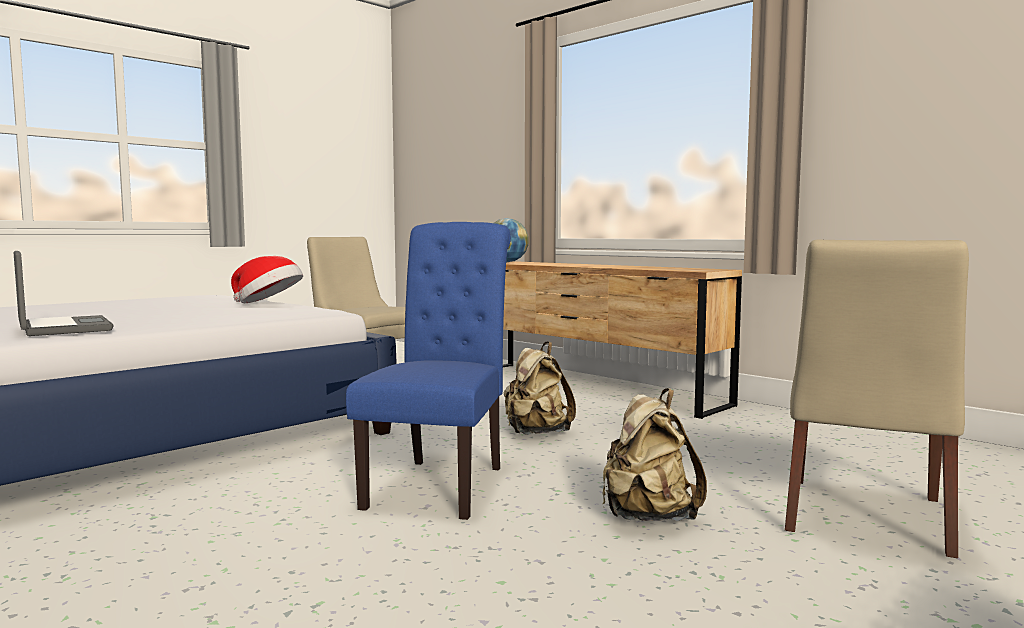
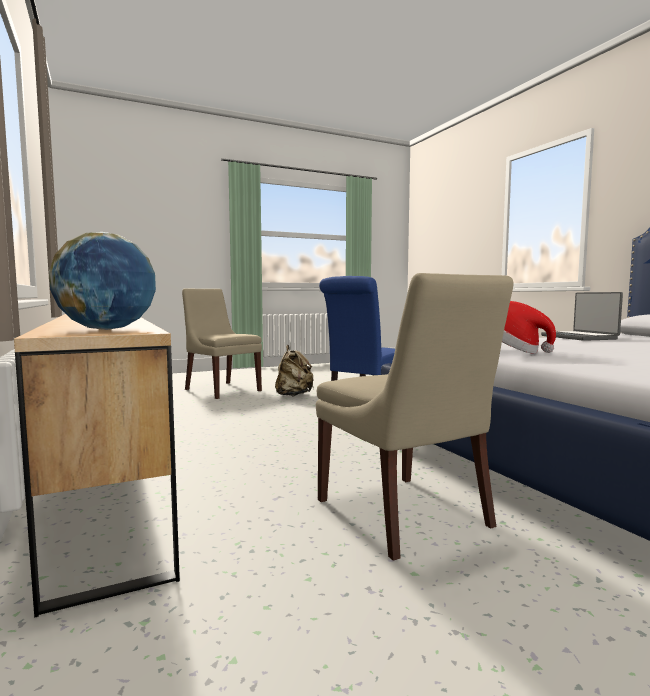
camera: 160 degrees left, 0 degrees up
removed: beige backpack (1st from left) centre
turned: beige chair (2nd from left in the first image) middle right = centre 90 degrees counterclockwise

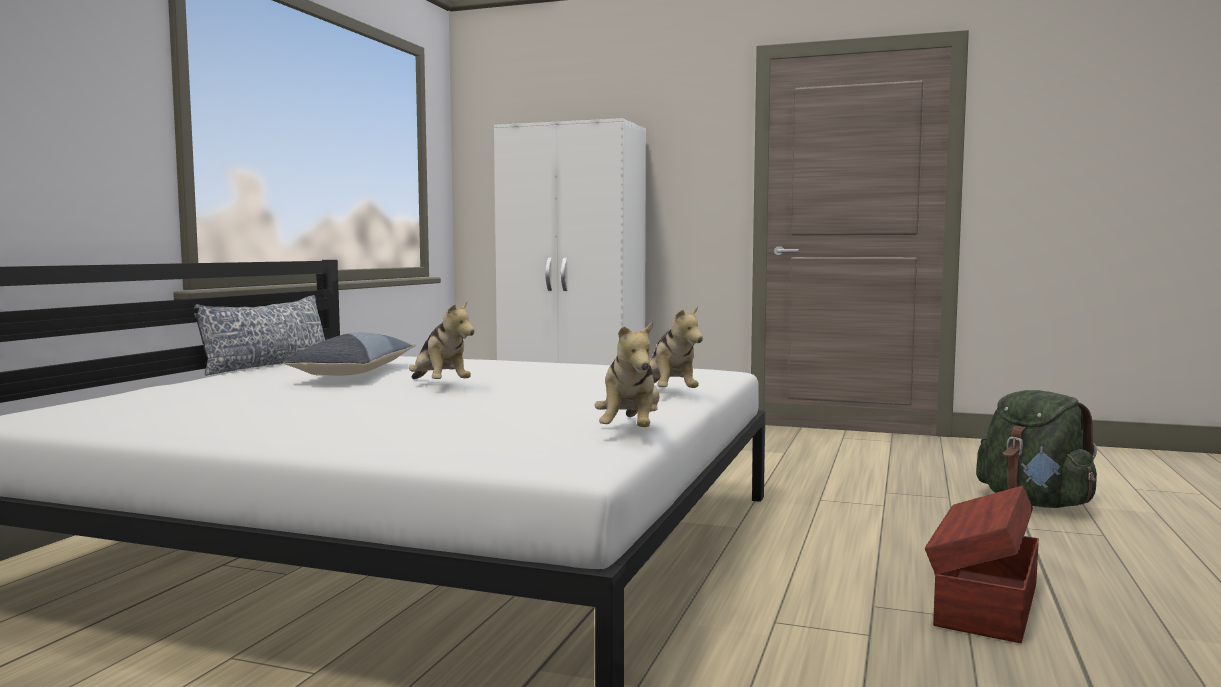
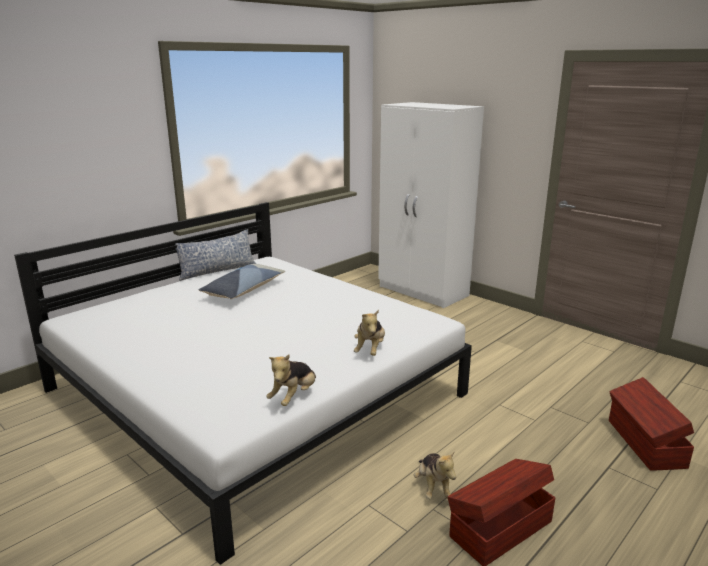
camera: 25 degrees right, 15 degrees up
moved: plush toy (1st from left in the first image) centre to plush toy (3rd from left) bottom centre
replaced: green backpack middle right to brown storage box (2nd from left) bottom right

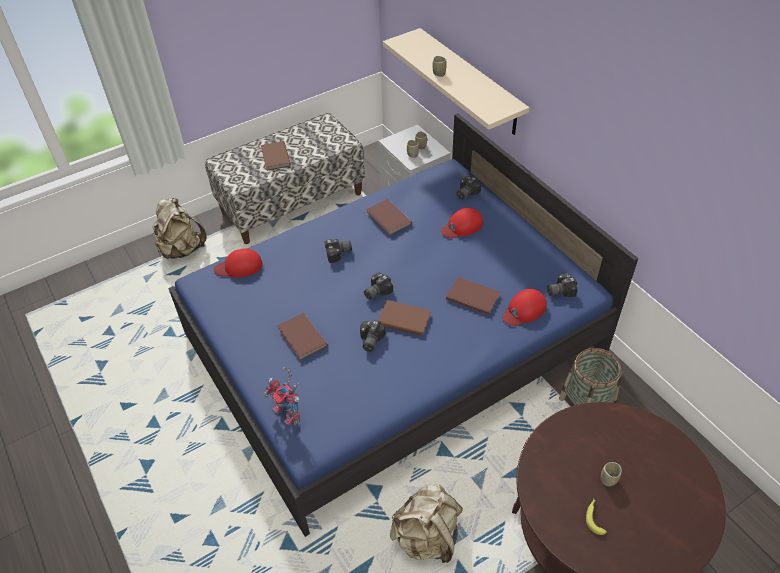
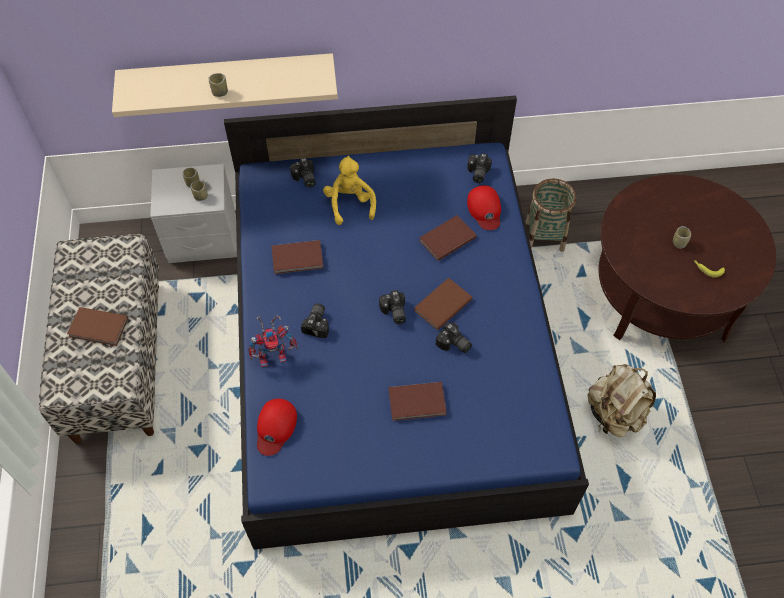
camera: 65 degrees left, 10 degrees up
removed: beige backpack (1st from left) middle left
moved: toy robot bottom centre to centre
replaced: red cap (2nd from left) centre to yellow plush toy top centre

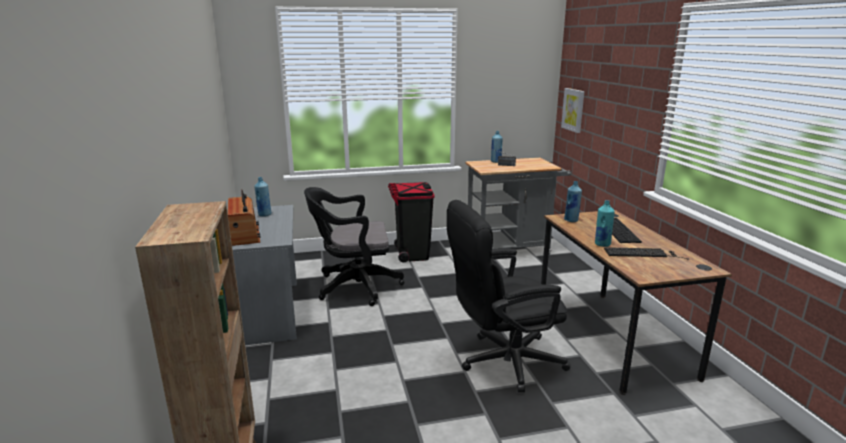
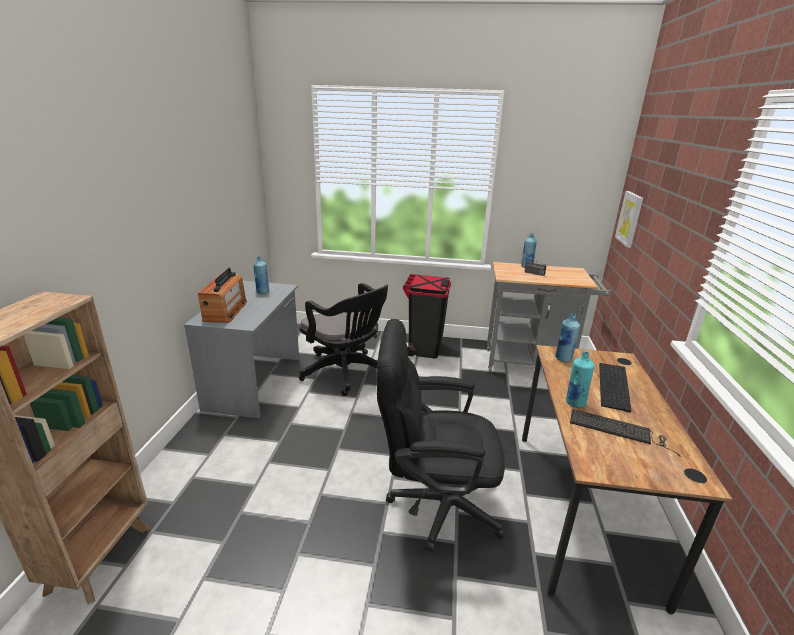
camera: 20 degrees right, 5 degrees up
turned: black office chair (1st from left) centre = centre 150 degrees counterclockwise

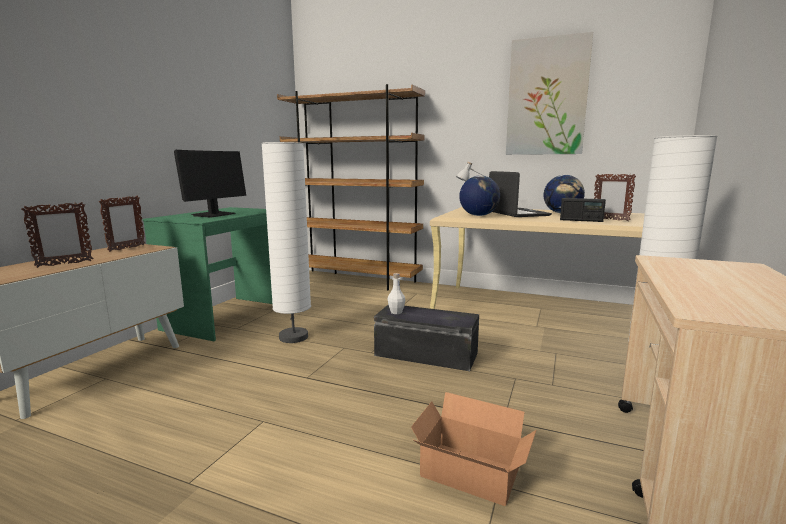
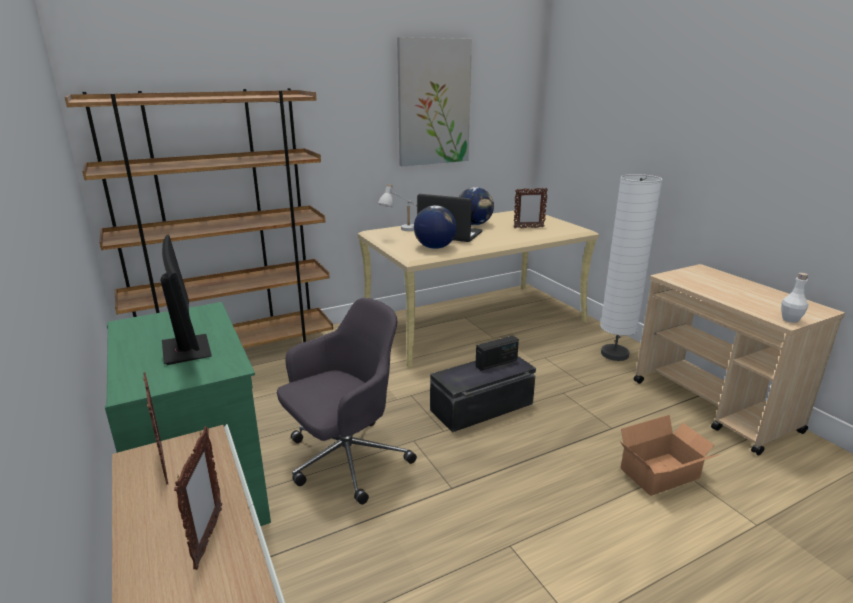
camera: 50 degrees left, 10 degrees up
moved: radio middle right to centre; white bottle centre to middle right
replaced: white floor lamp (1st from left) centre to grey office chair centre

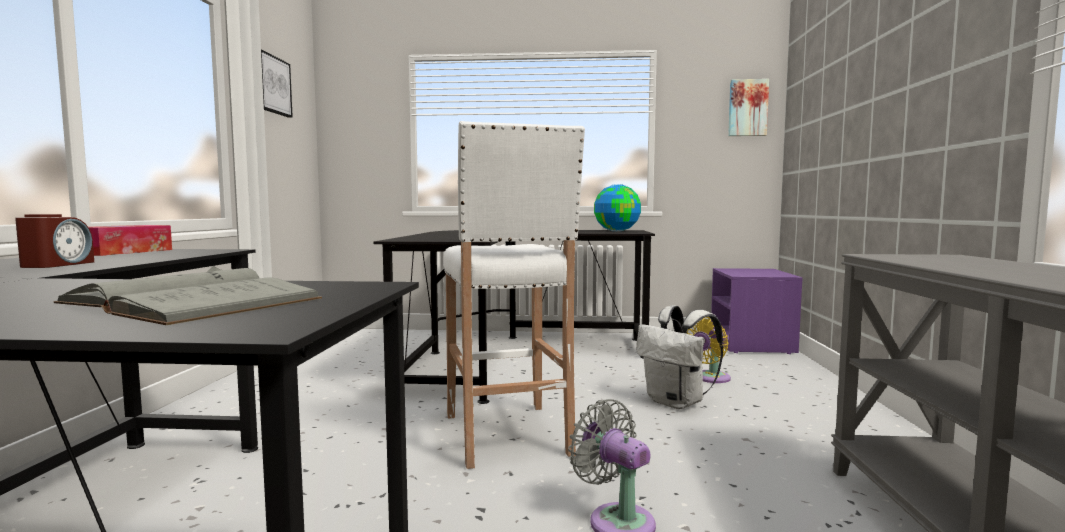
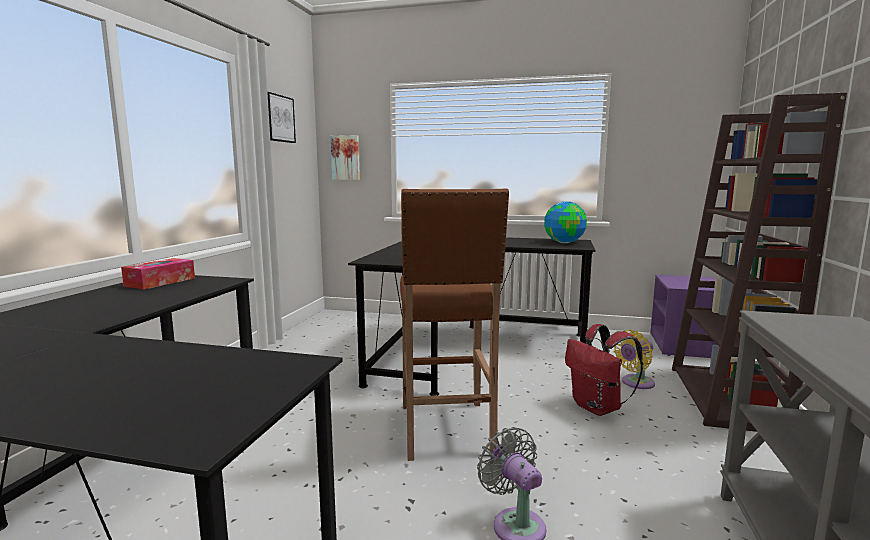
camera: 10 degrees right, 5 degrees up
removed: alarm clock middle left; grey book middle left
added: brown bookcase middle right
moved: picture (2nd from left) top right to top centre
recoloured: white stool centre to brown stool centre; white backpack bottom centre to red backpack bottom right

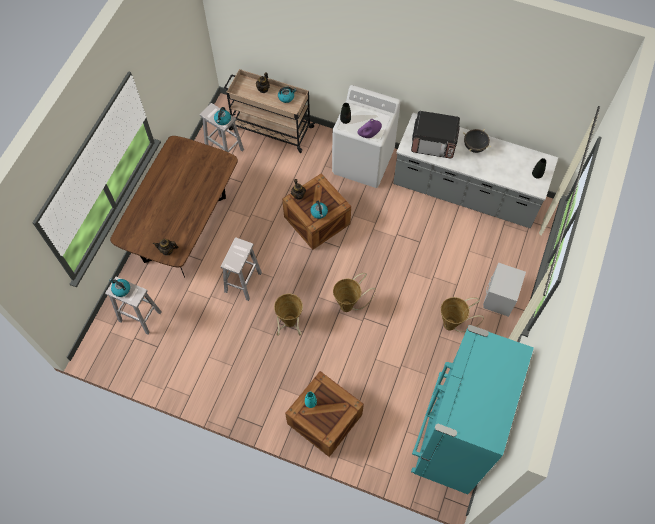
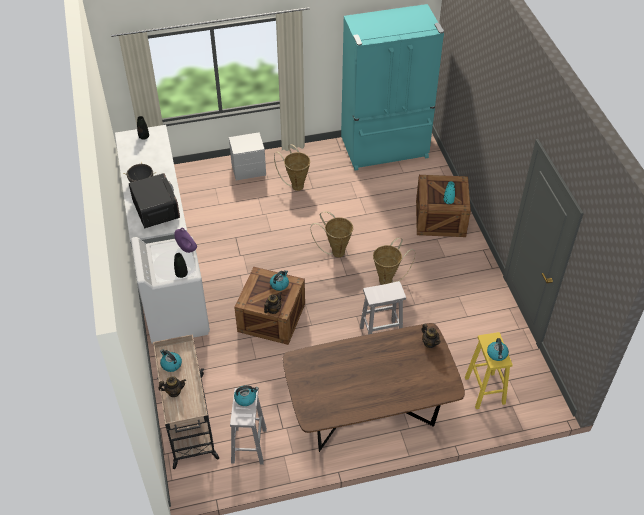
camera: 125 degrees left, 15 degrees down
recoloured: white stool (1st from left) middle left to yellow stool bottom right

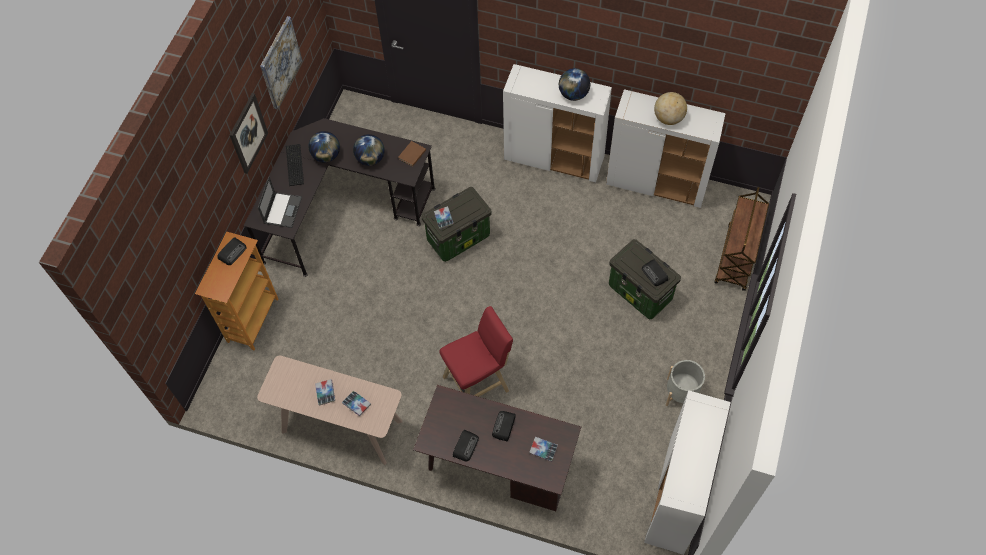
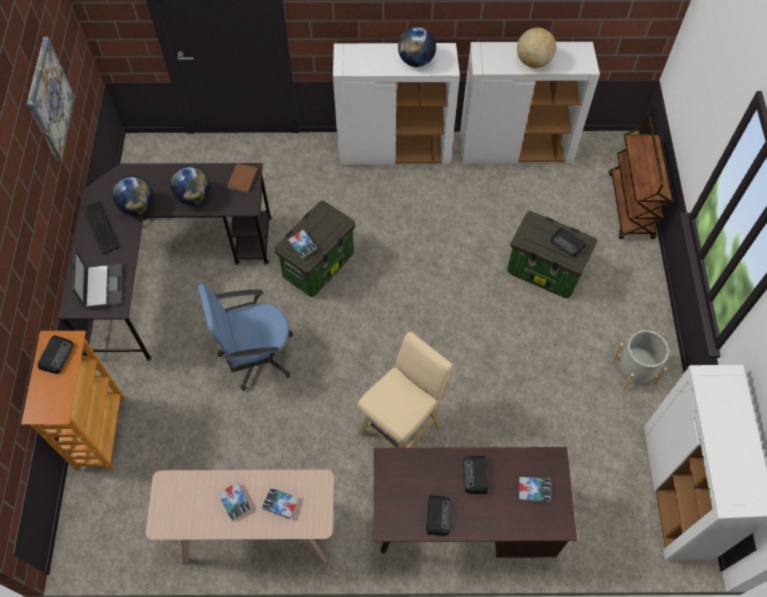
camera: 20 degrees left, 0 degrees up
removed: picture (1st from left) top left
added: blue office chair middle left
recoloured: red stool centre to beige stool centre

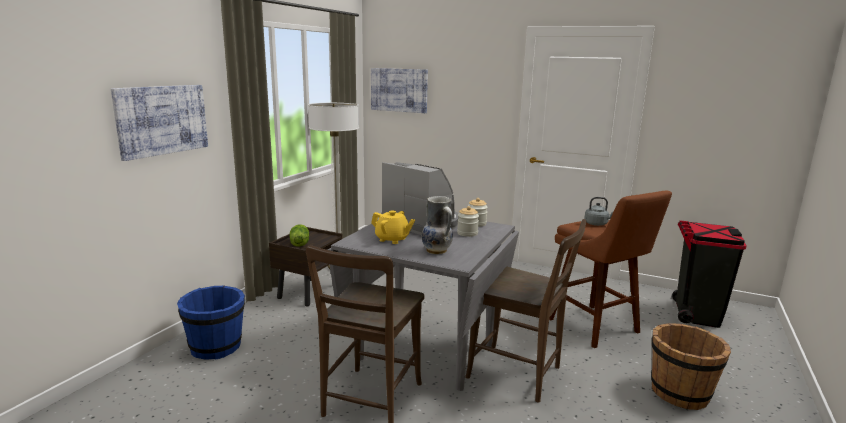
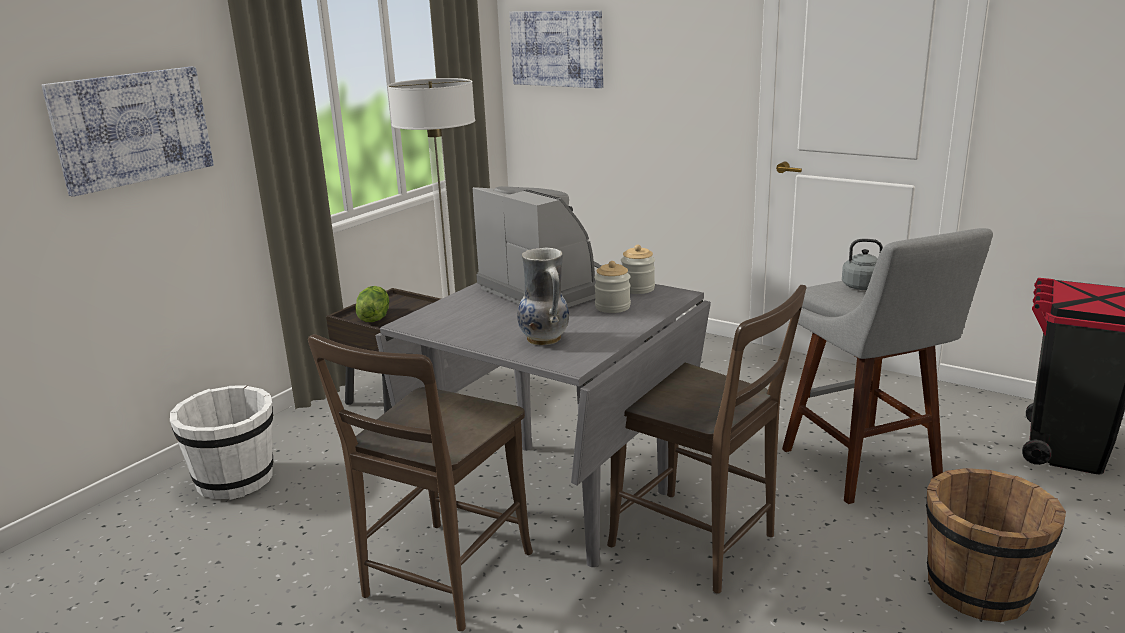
camera: 10 degrees right, 5 degrees up
removed: yellow teapot centre
recoloured: blue bucket bottom left to white bucket bottom left; brown stool middle right to grey stool middle right

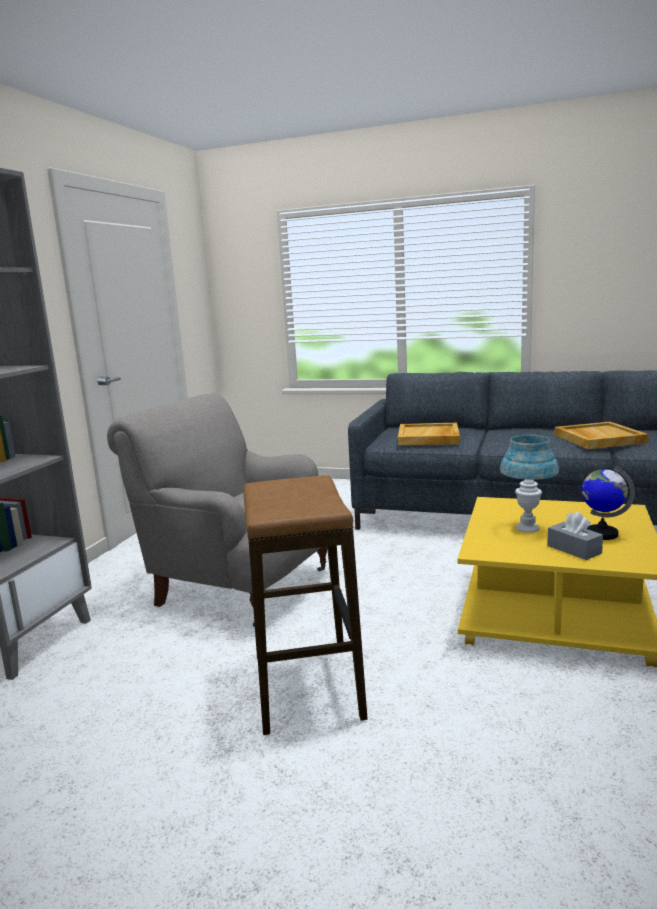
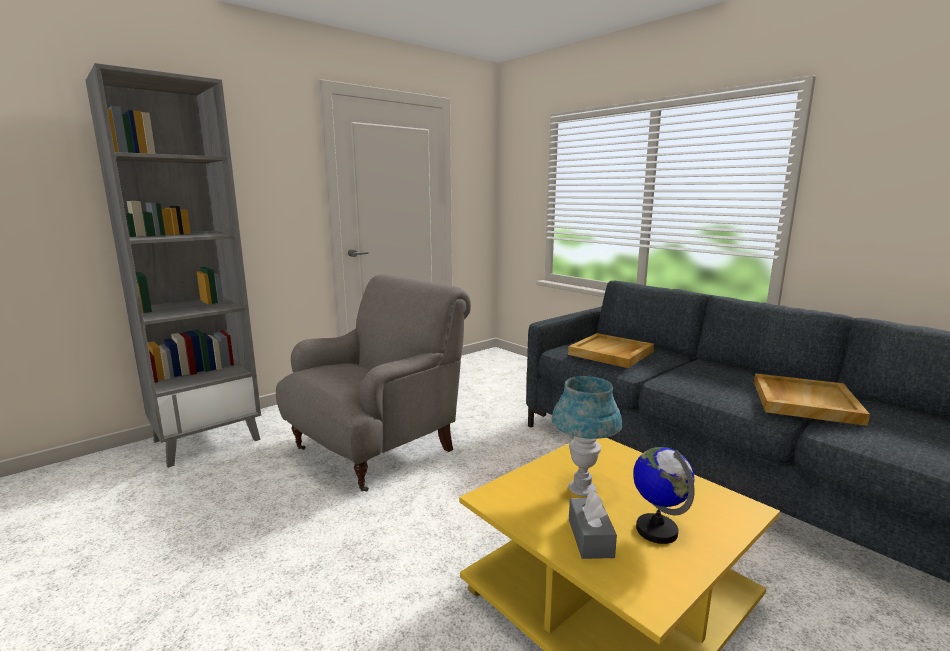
camera: 30 degrees right, 0 degrees up
removed: stool centre
turned: grey armchair middle left = centre 75 degrees clockwise

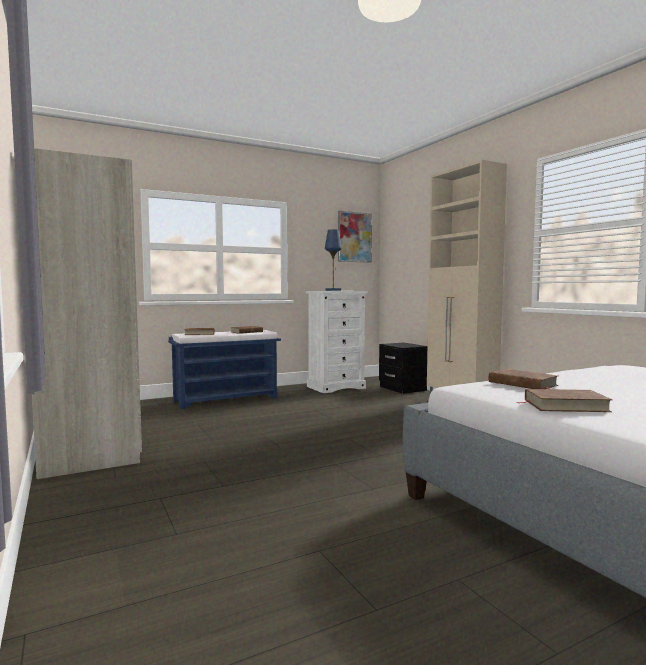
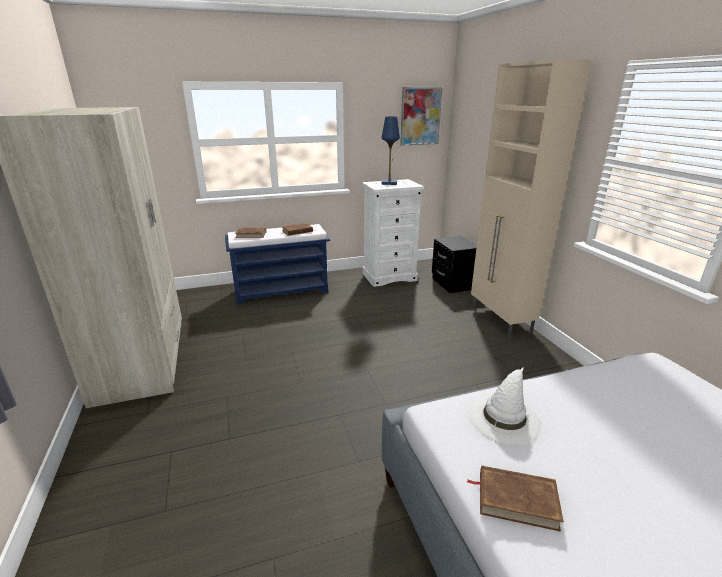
camera: 10 degrees right, 20 degrees up
replaced: brown book (3rd from left) middle right to white hat bottom right

